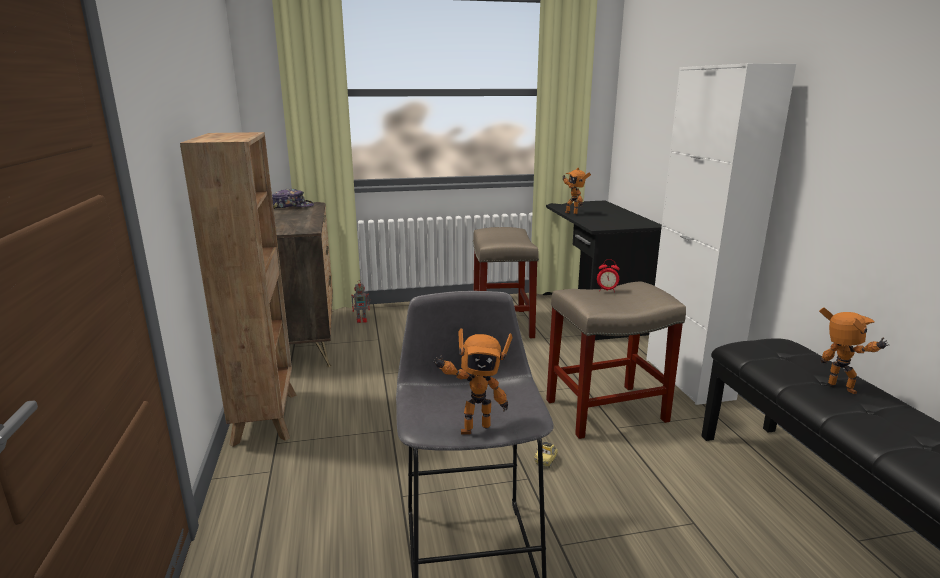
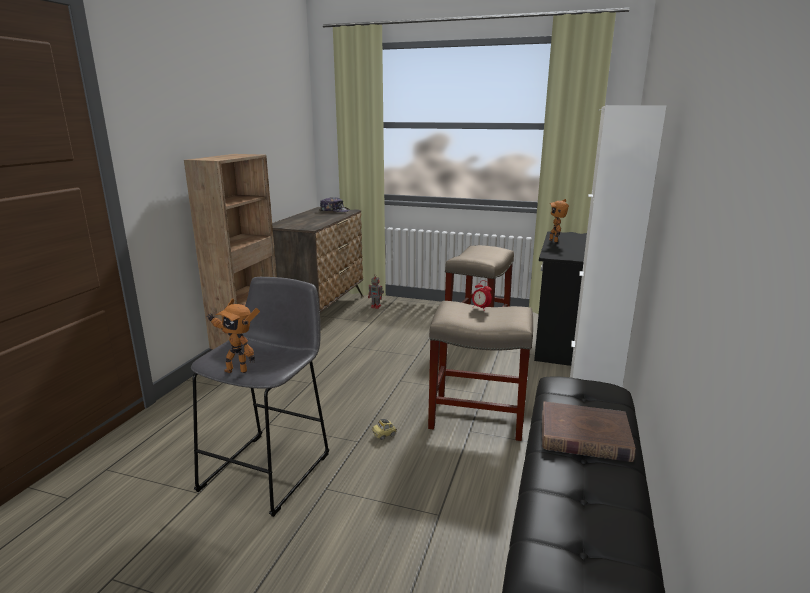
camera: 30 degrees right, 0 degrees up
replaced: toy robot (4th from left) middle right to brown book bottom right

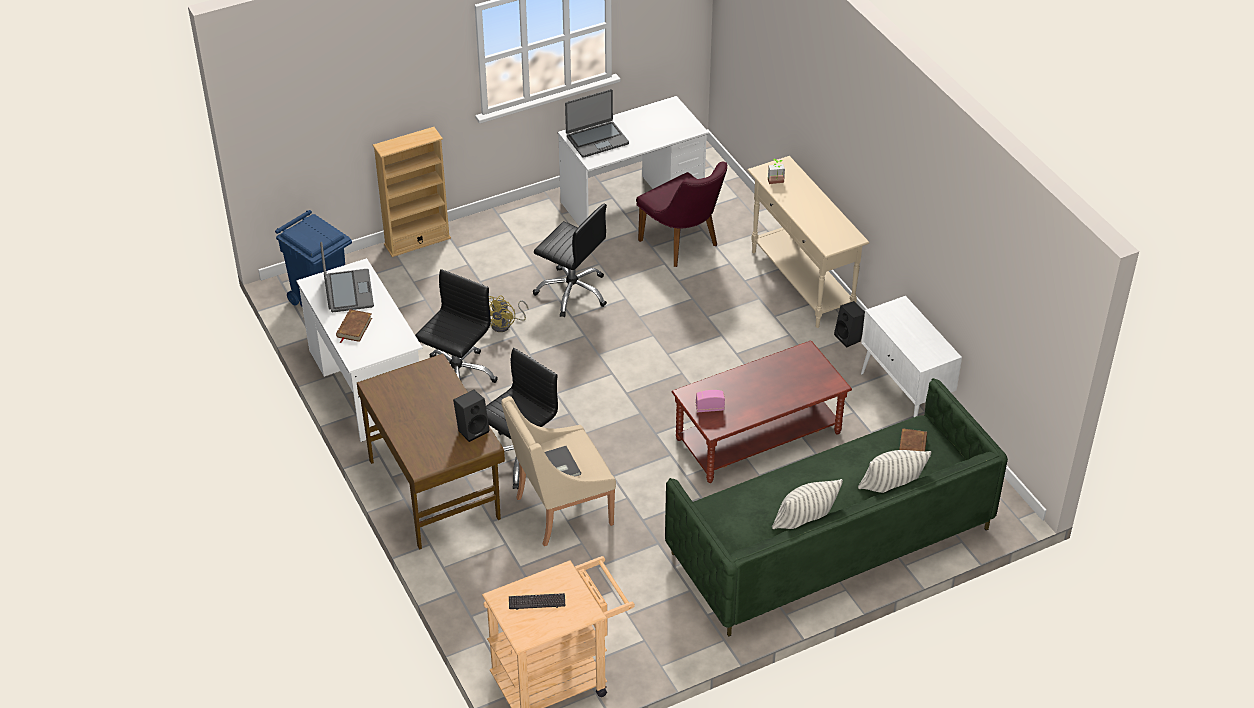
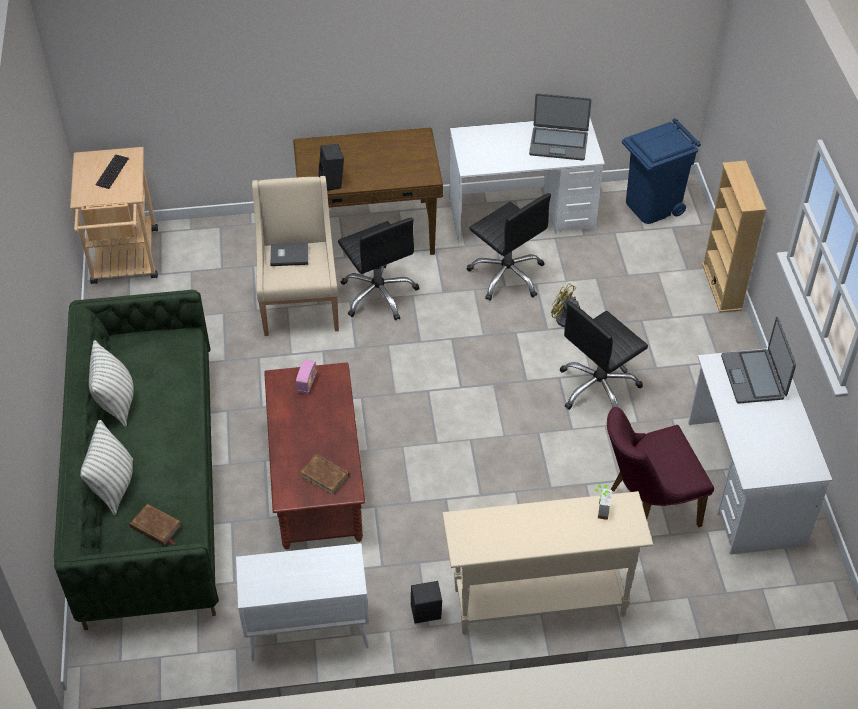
camera: 110 degrees right, 5 degrees up
moved: brown book (1st from left in the first image) middle left to brown book (2nd from left) bottom centre

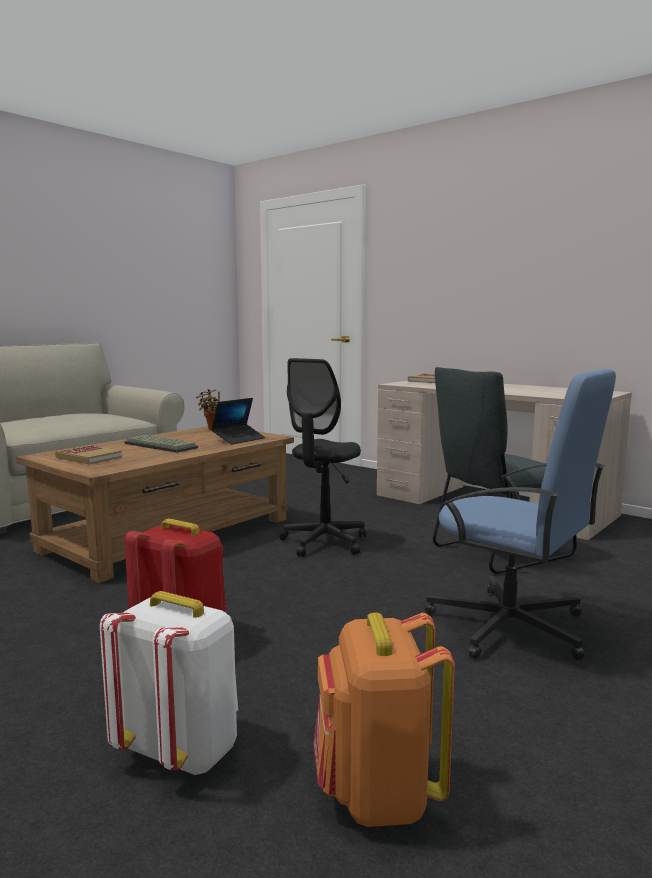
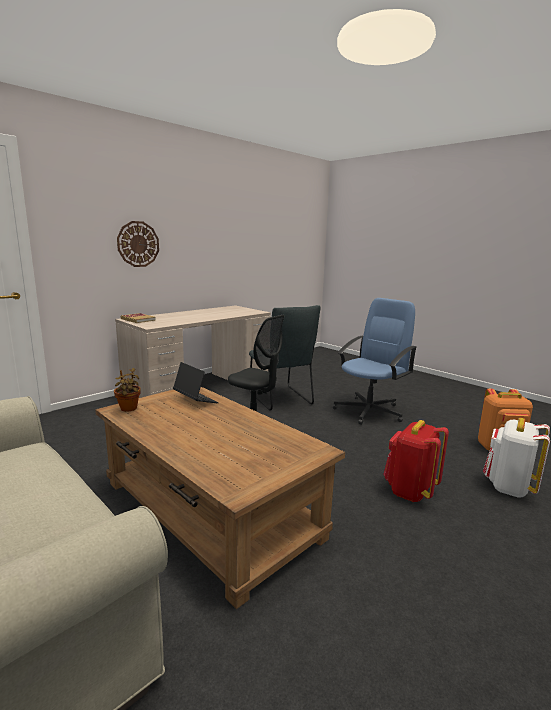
camera: 85 degrees left, 5 degrees up
removed: book (1st from left) middle left; keyboard middle left
added: wall clock middle left

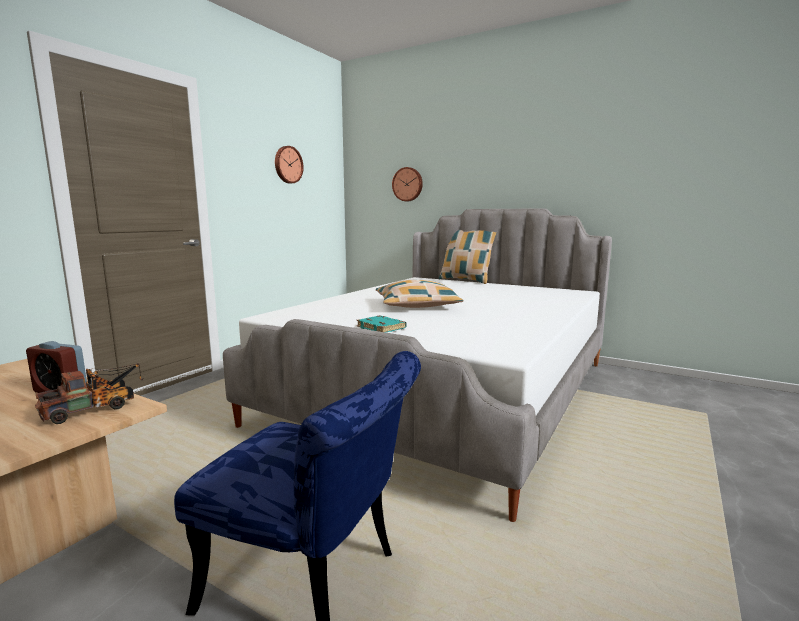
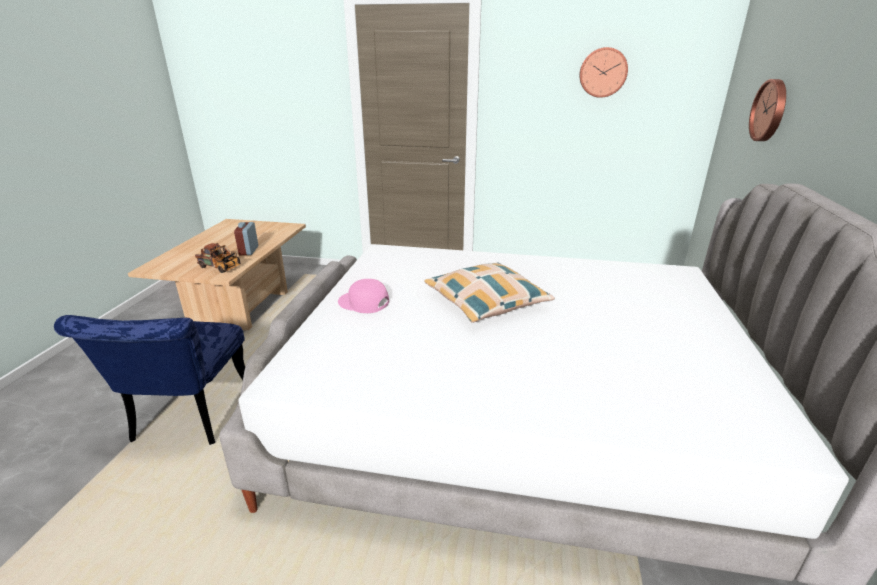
camera: 70 degrees right, 15 degrees up
removed: pillow (2nd from left) centre
replaced: turquoise book centre to pink cap centre

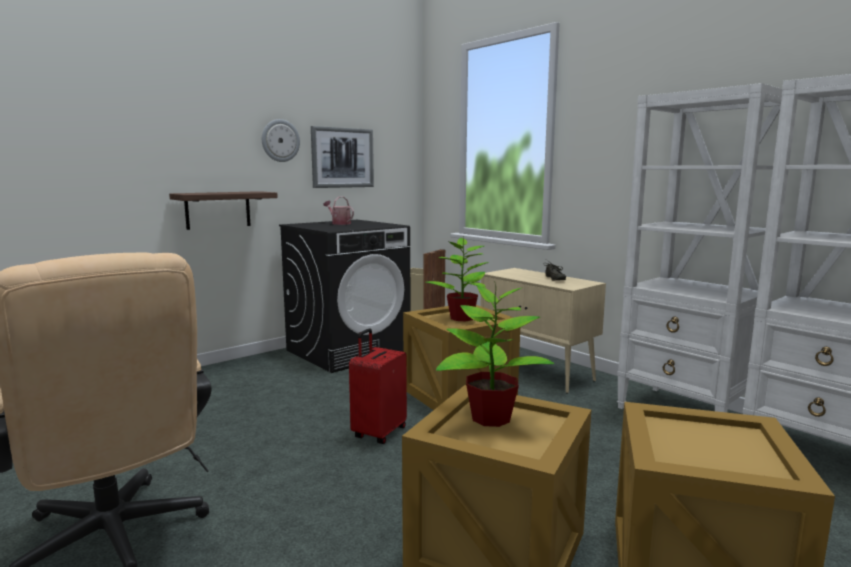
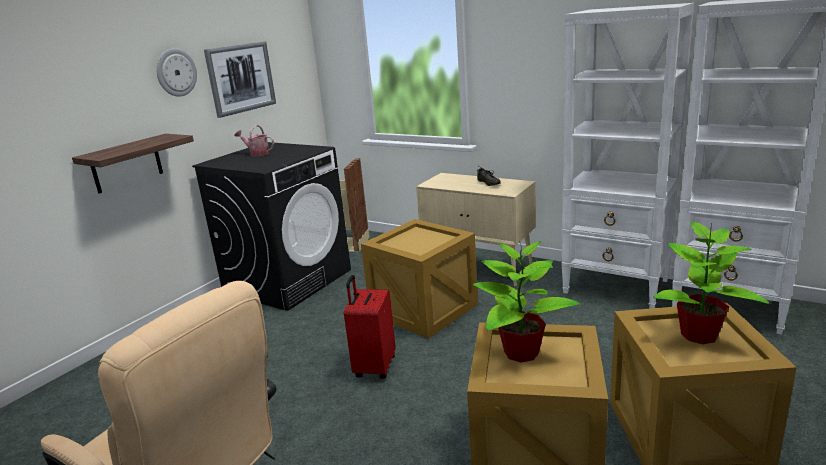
camera: 15 degrees left, 10 degrees up
moved: potted plant (1st from left in the first image) centre to potted plant (2nd from left) middle right

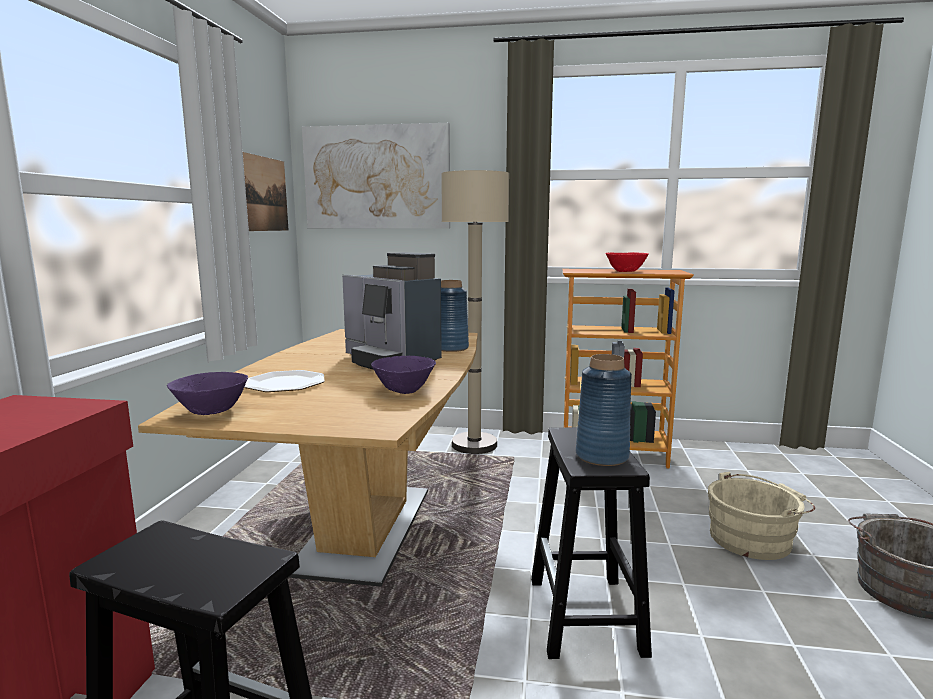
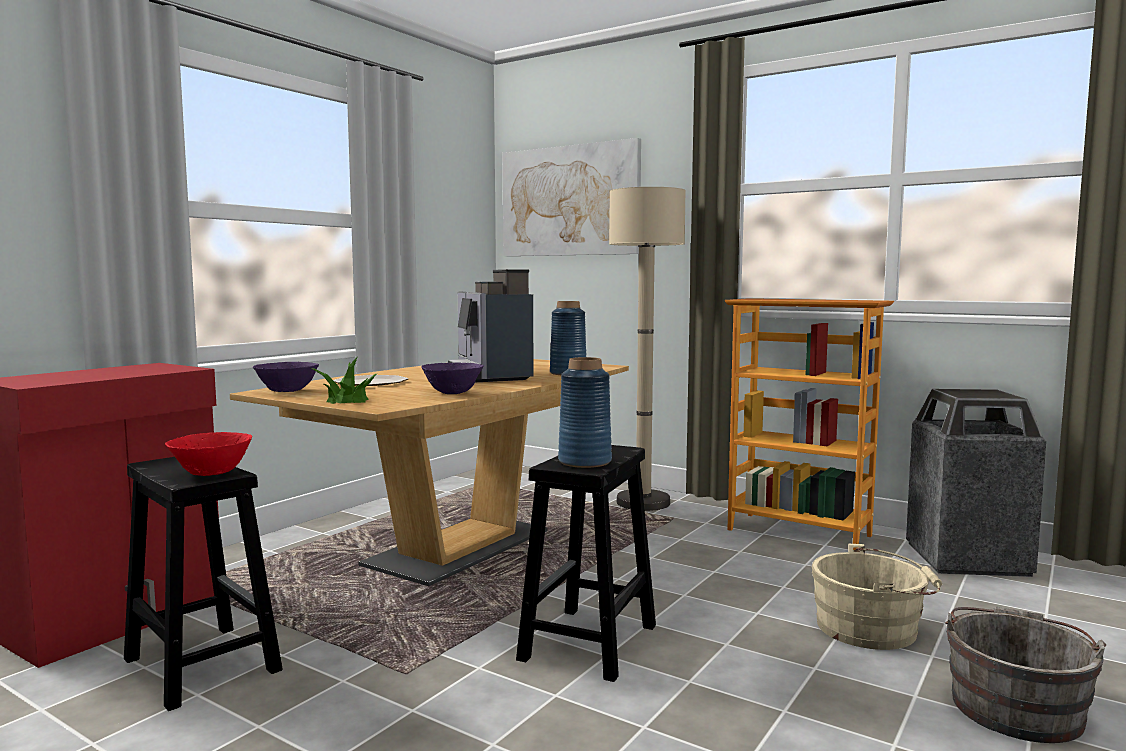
camera: 25 degrees right, 5 degrees down
removed: picture (1st from left) top left
added: potted plant middle left; trash can middle right
moved: red bowl middle right to middle left

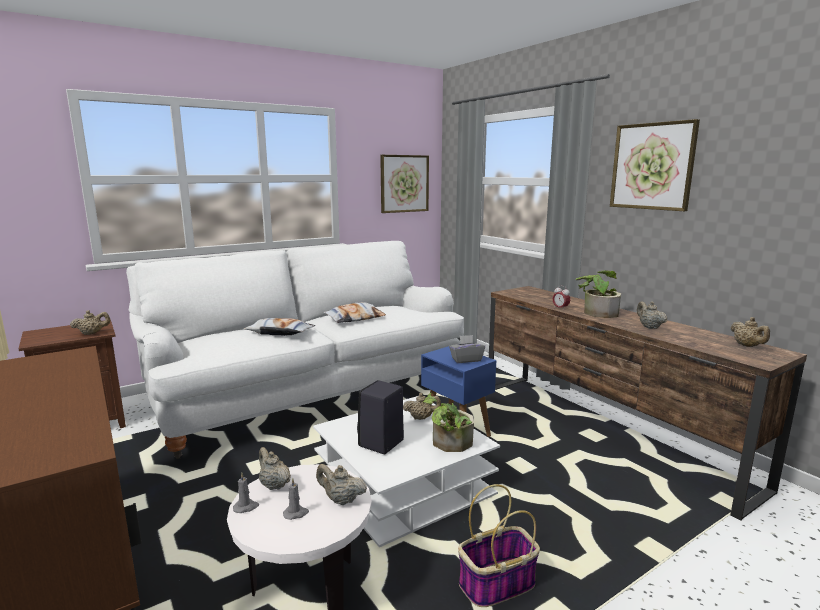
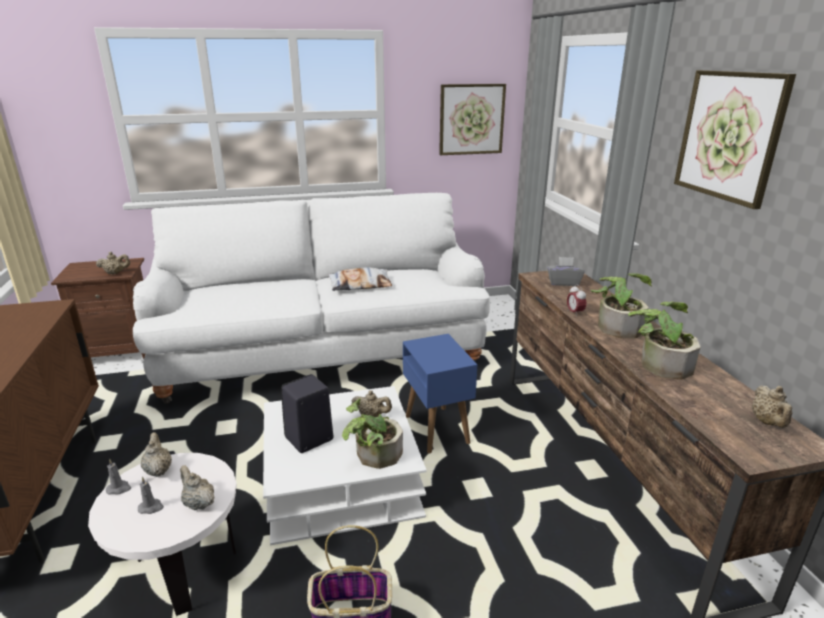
camera: 20 degrees right, 10 degrees up
removed: pillow (1st from left) centre
moved: grey tissue box centre to middle right
replaced: beige teapot (5th from left) middle right to potted plant (3rd from left) middle right

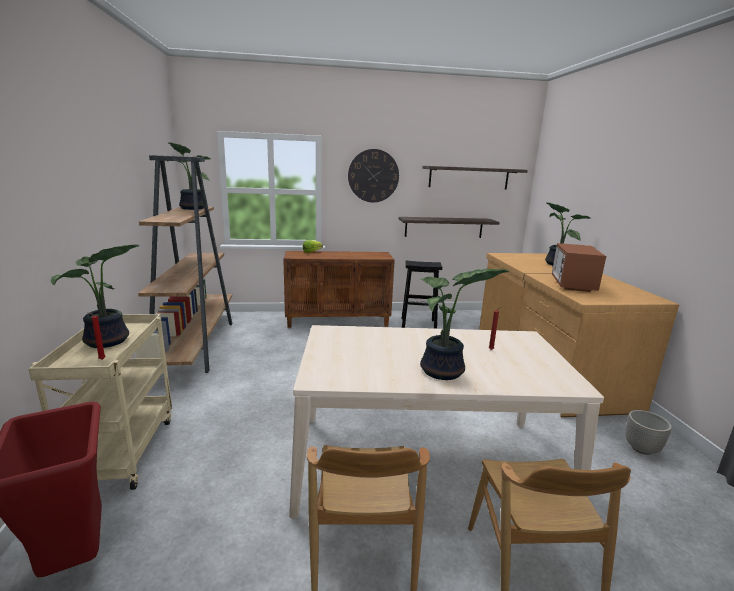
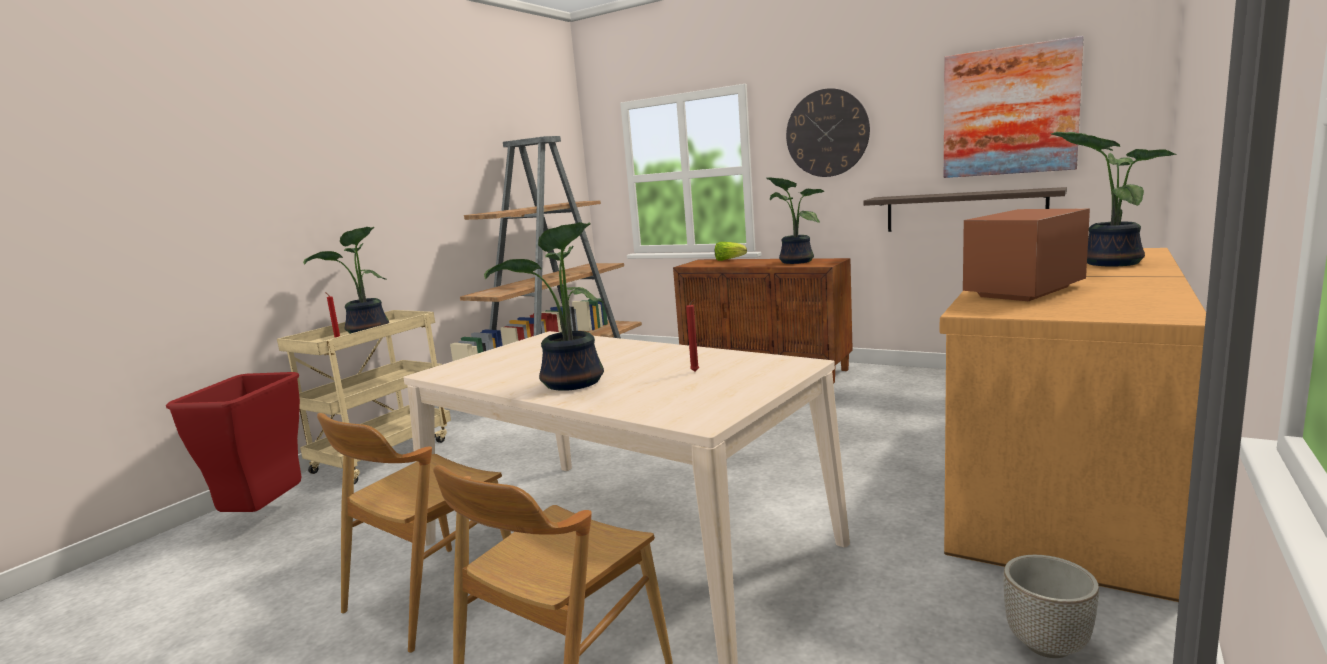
camera: 40 degrees right, 5 degrees down
removed: black stool centre
moved: potted plant (2nd from left in the first image) top left to potted plant (3rd from left) top centre
replaced: shelf (2nd from left) top centre to picture top right

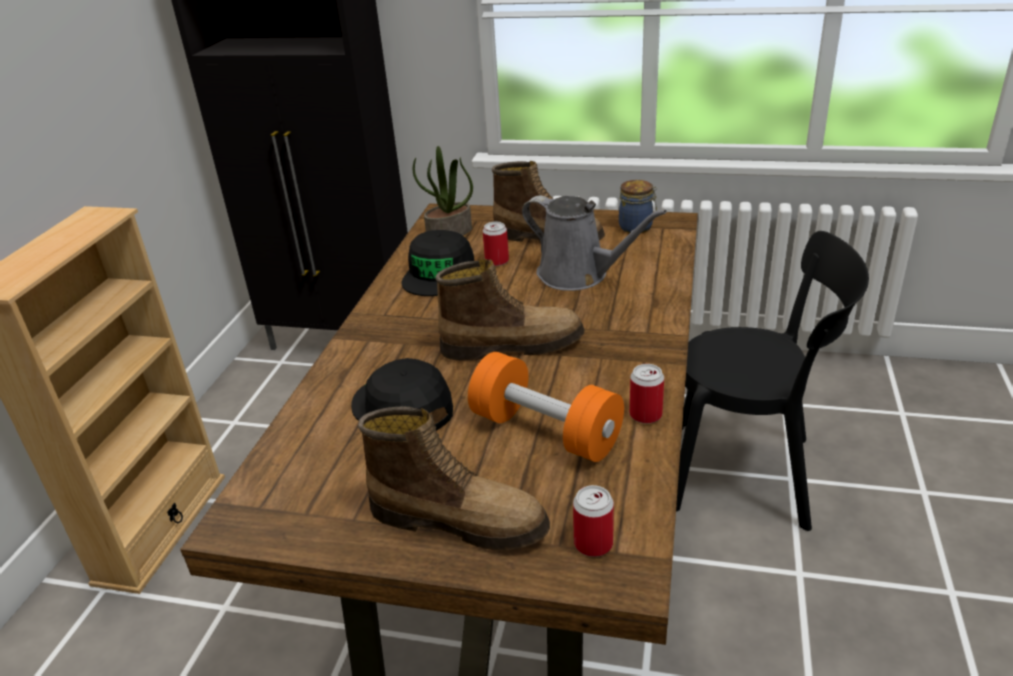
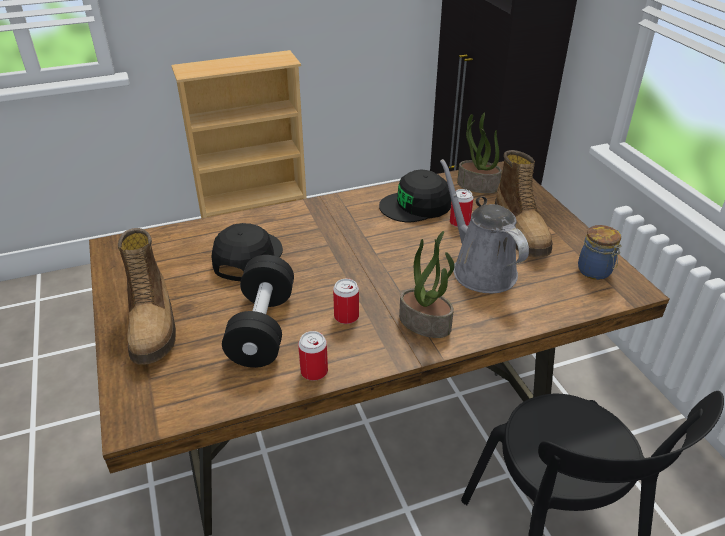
camera: 55 degrees right, 5 degrees up
removed: boot (2nd from left) centre
added: potted plant (1st from left) centre
moved: can (2nd from left) bottom centre to centre
recoloured: orange dumbbell centre to black dumbbell centre
turned: grey watering can centre = middle right 150 degrees clockwise

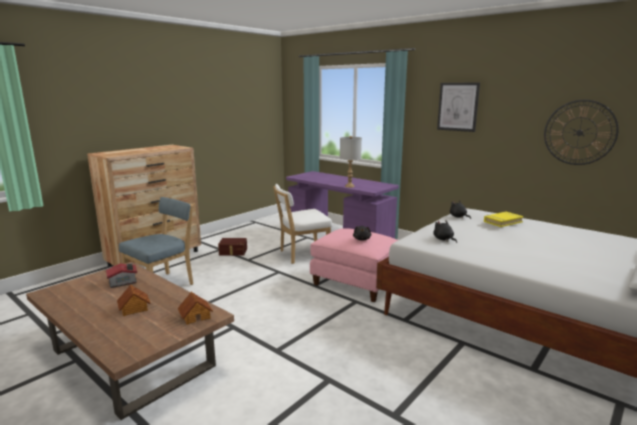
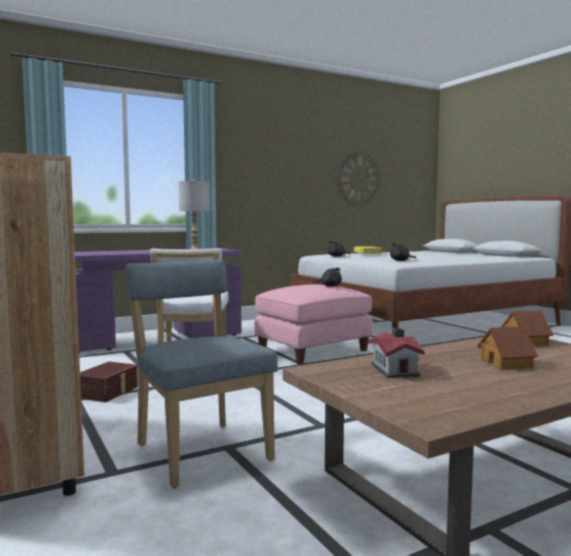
camera: 70 degrees left, 10 degrees down
removed: picture top right

